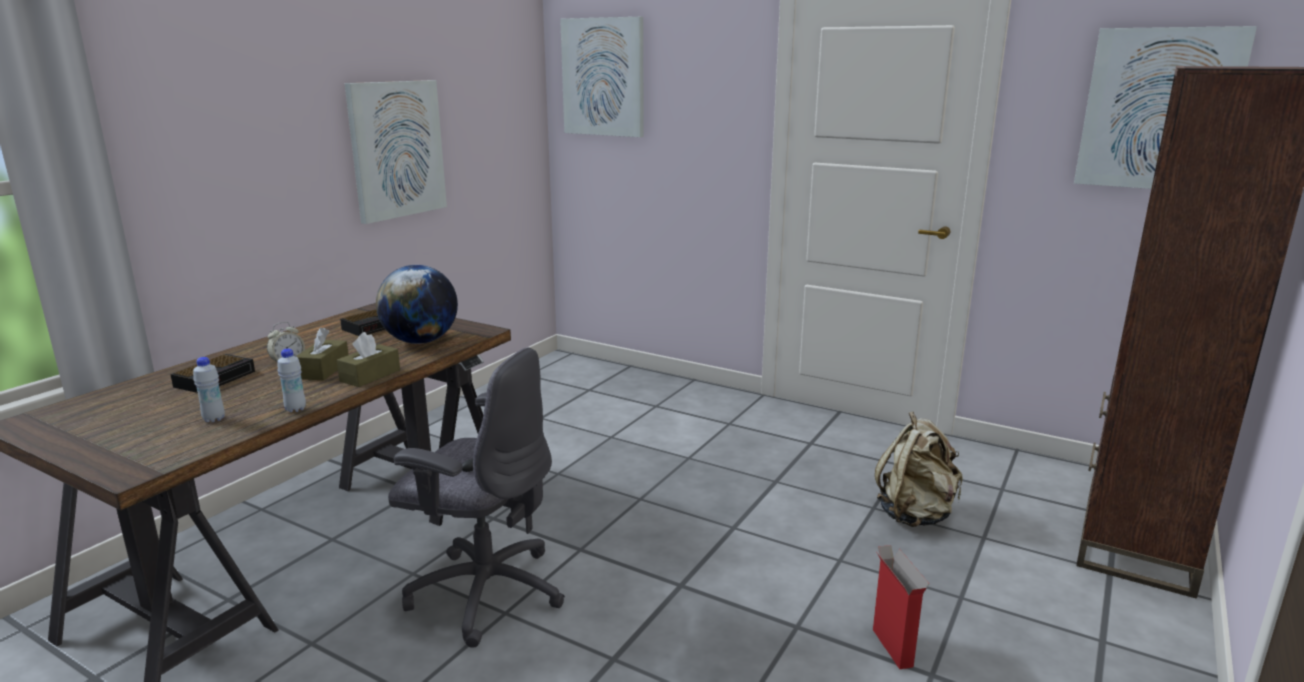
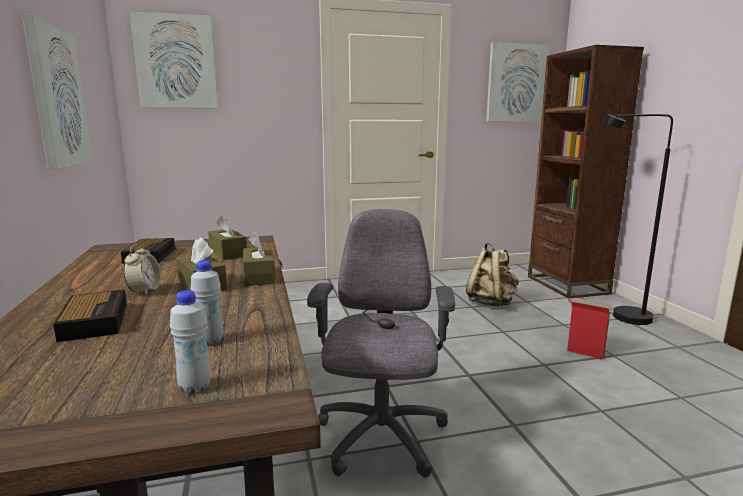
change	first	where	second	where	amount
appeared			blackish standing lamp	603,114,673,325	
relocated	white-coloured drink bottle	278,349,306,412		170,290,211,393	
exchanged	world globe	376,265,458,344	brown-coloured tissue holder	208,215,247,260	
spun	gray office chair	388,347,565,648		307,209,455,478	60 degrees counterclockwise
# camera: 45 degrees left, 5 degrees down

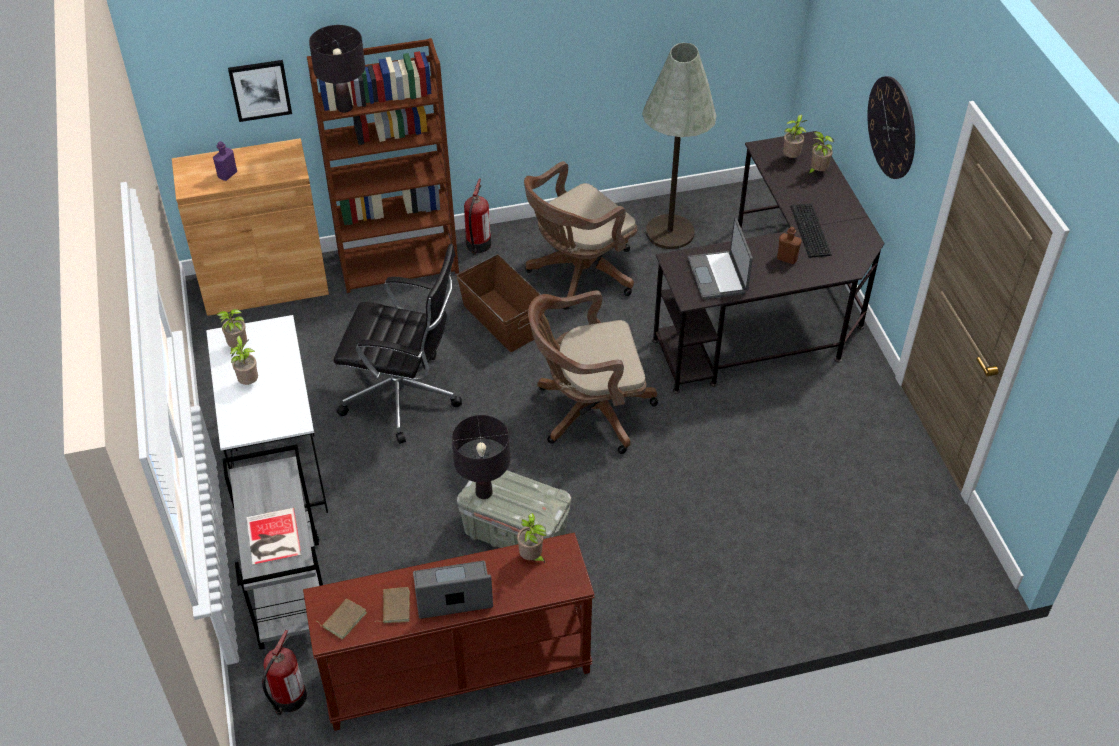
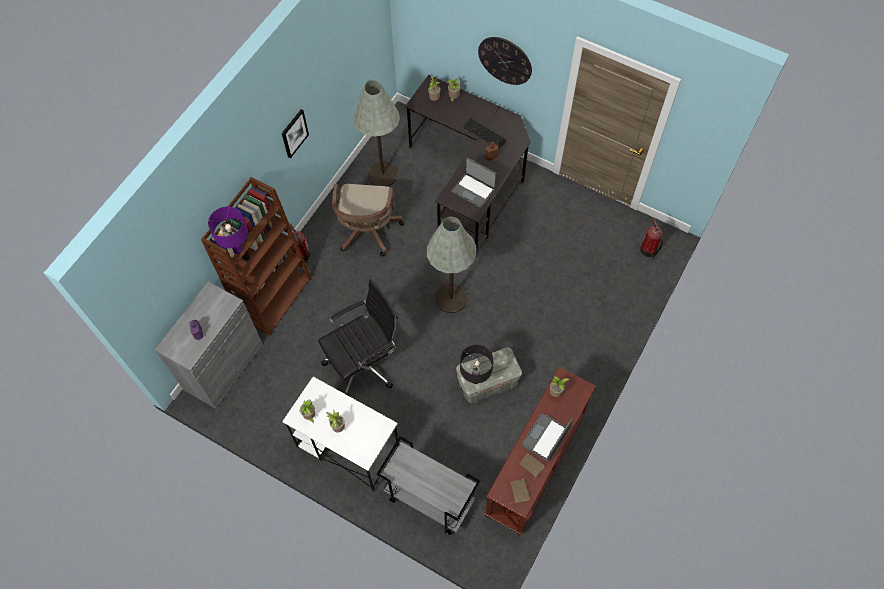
change	first	where	second	where	amount
missing	bound book	246,508,301,566			
missing	brown-coloured storage box	456,254,543,352			
relocated	picture	228,60,292,122		282,109,309,159	
relocated	fire extinguisher	262,630,307,715		640,217,663,259	
exchanged	brown-coloured office chair	528,291,658,454	gray standing lamp	427,217,477,313	
colour	brown-coloured cupboard	172,138,329,316	gray cupboard	155,282,263,409	
colour	blackish table lamp	309,25,365,113	purple-coloured table lamp	208,207,248,254	
# camera: 45 degrees left, 15 degrees up

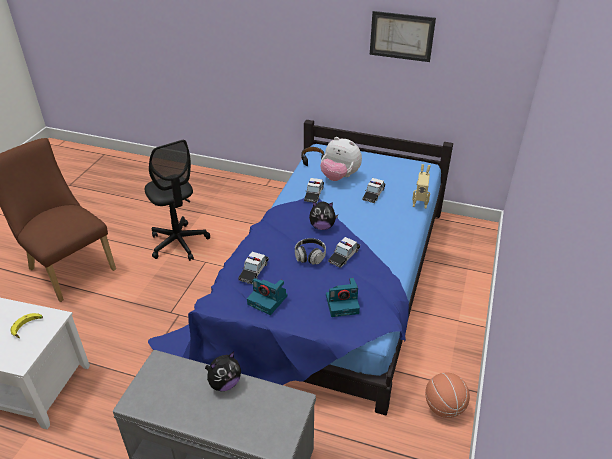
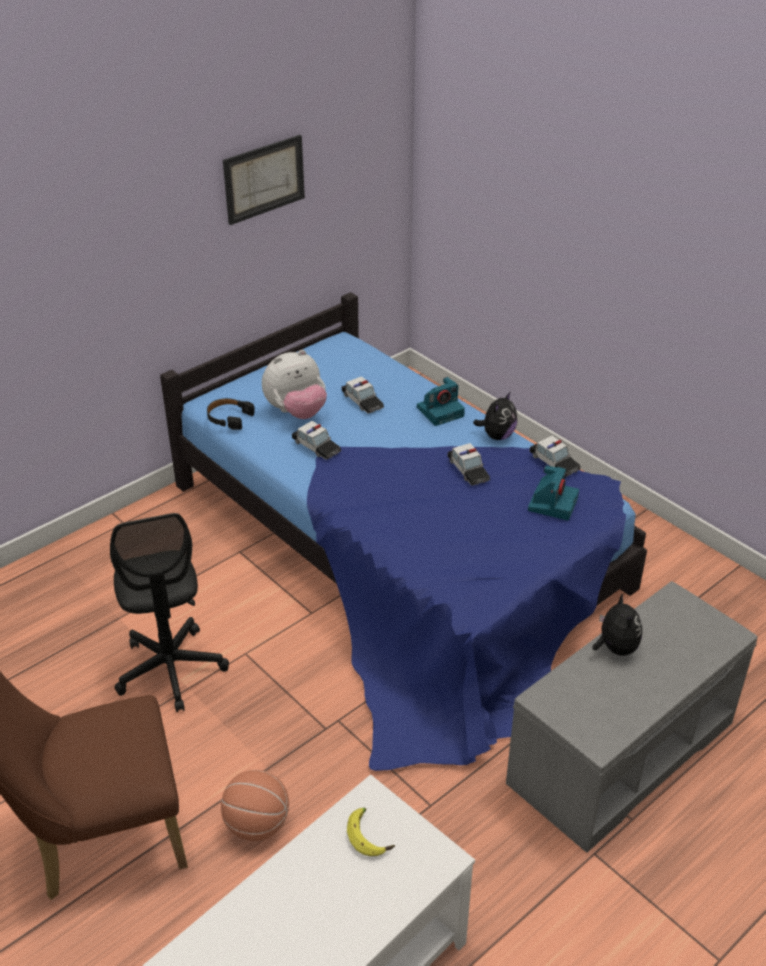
change	first	where	second	where	amount
missing	headphones	295,238,326,265			
missing	model robot	412,164,431,208			
relocated	miniature car	238,252,269,284		529,436,581,477	
relocated	photo camera	247,278,287,315		417,377,465,426	
relocated	soft toy	309,201,338,230		473,391,517,440	
relocated	ball for basketball	425,373,470,418		221,770,289,841	
spun	blackish office chair	145,140,210,261		110,513,229,712	75 degrees clockwise
# camera: 60 degrees left, 0 degrees up

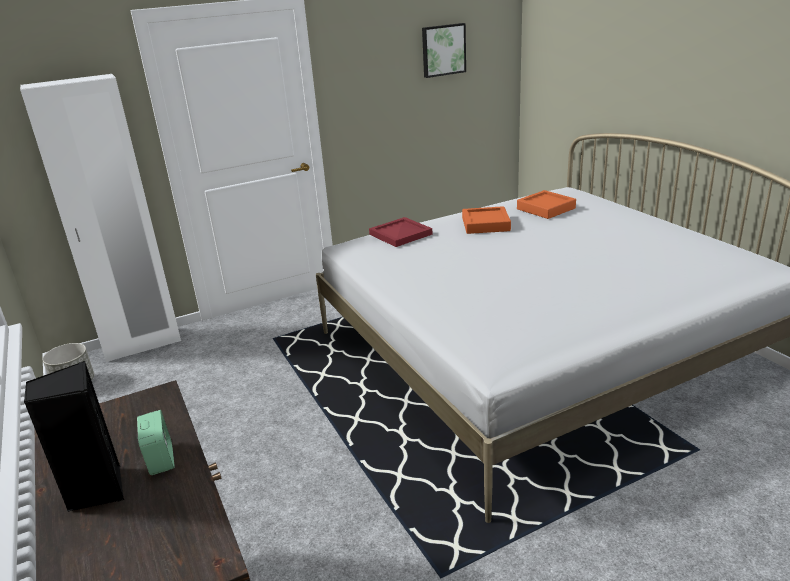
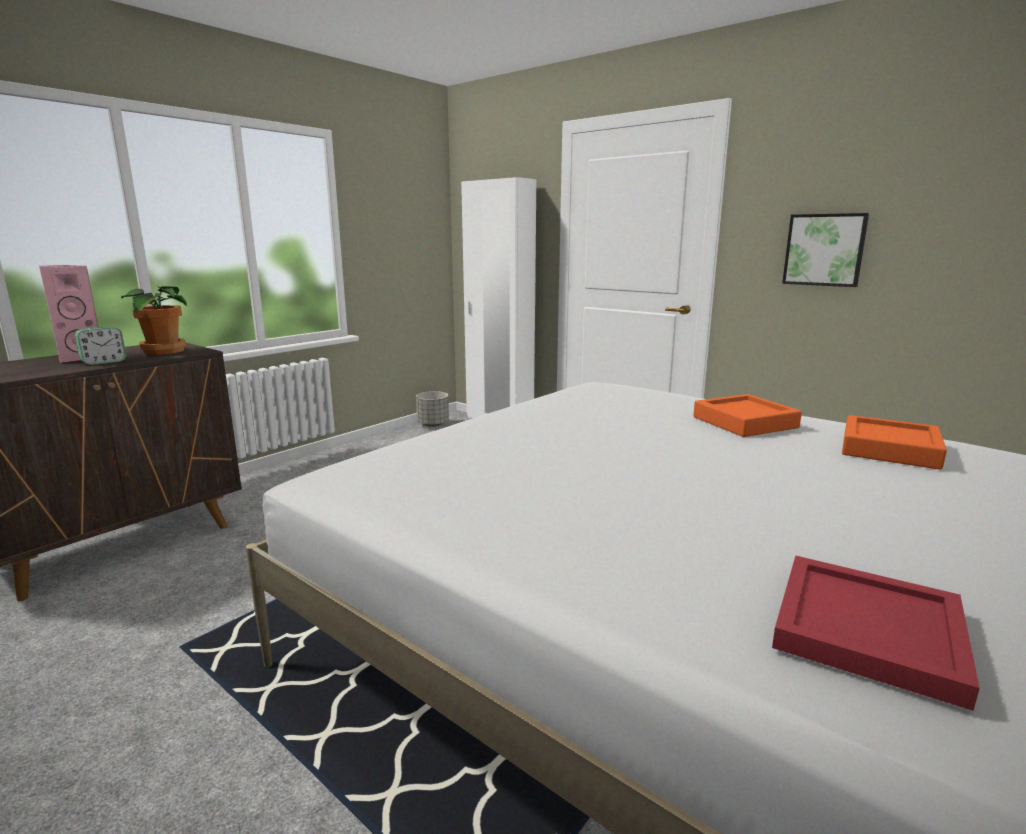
change	first	where	second	where	amount
appeared			houseplant	121,286,187,355	
relocated	red tray	369,217,433,247		772,556,980,711	
relocated	picture	422,23,466,78		782,213,869,287	
colour	blackish loudspeaker	24,361,124,512	pink loudspeaker	39,265,98,363	
# camera: 65 degrees right, 10 degrees down

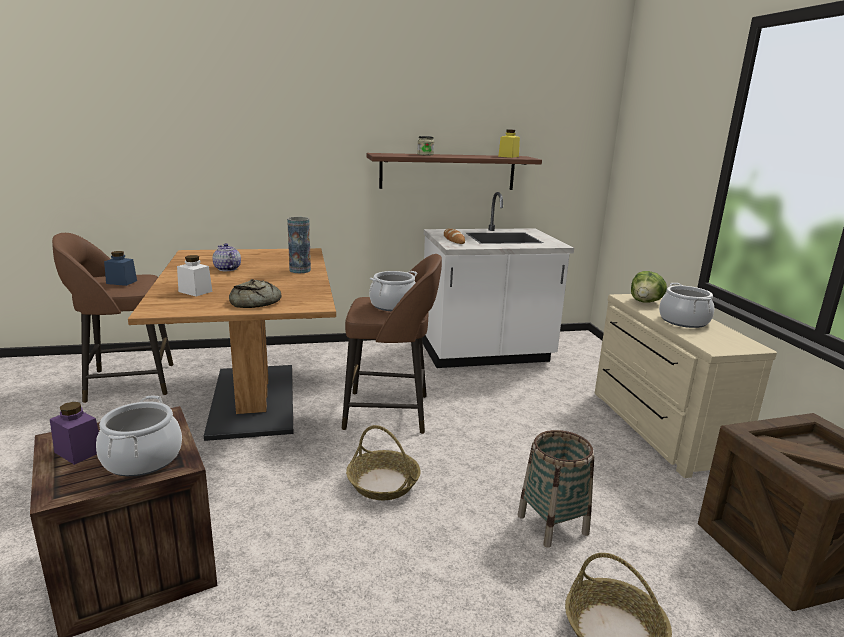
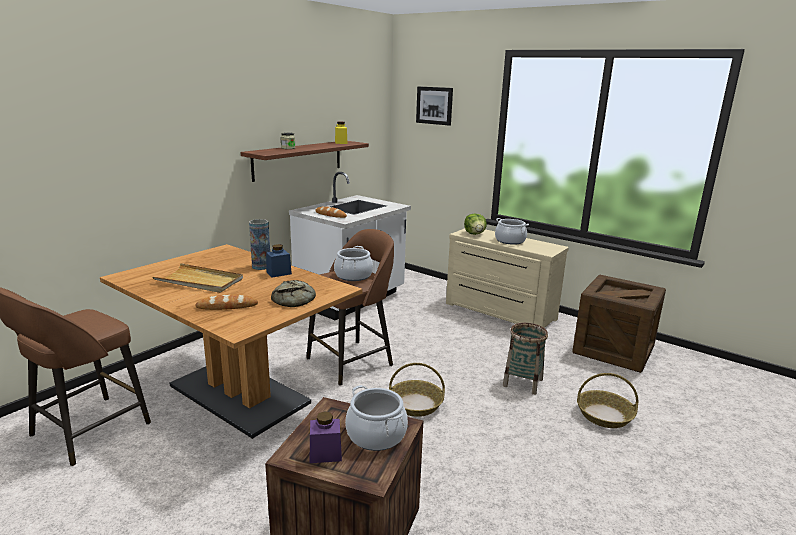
change	first	where	second	where	amount
appeared			picture	416,86,453,126	
relocated	blue-coloured storage jar	104,251,137,286		266,244,292,278	
exchanged	white-coloured storage jar	177,255,212,296	bread	195,294,258,310	
exchanged	teapot	213,243,241,271	beige-coloured tray	153,263,243,293	
# camera: 40 degrees left, 0 degrees up

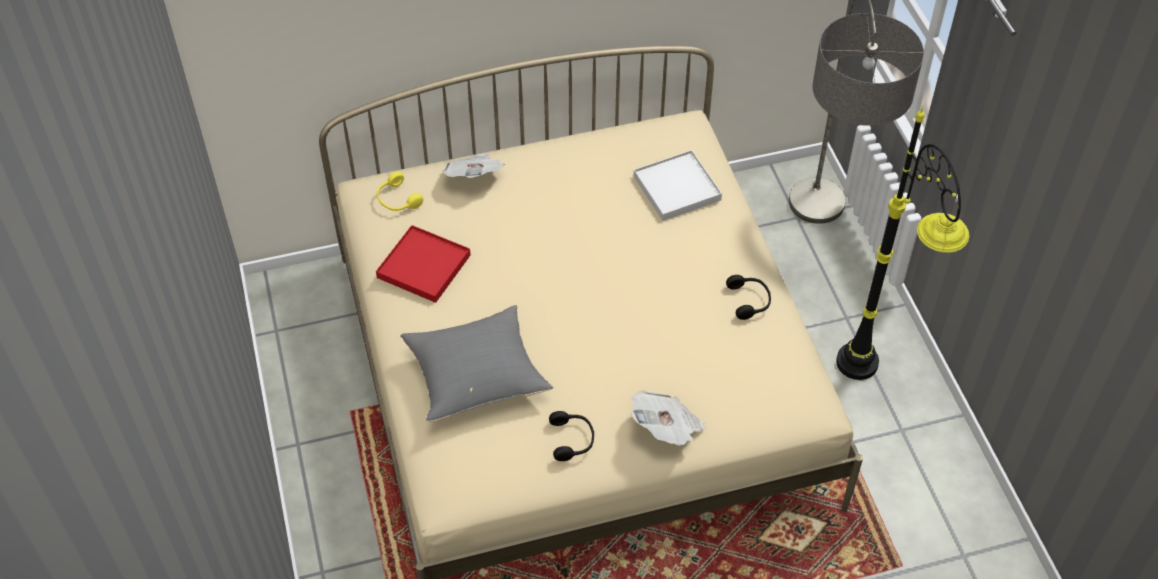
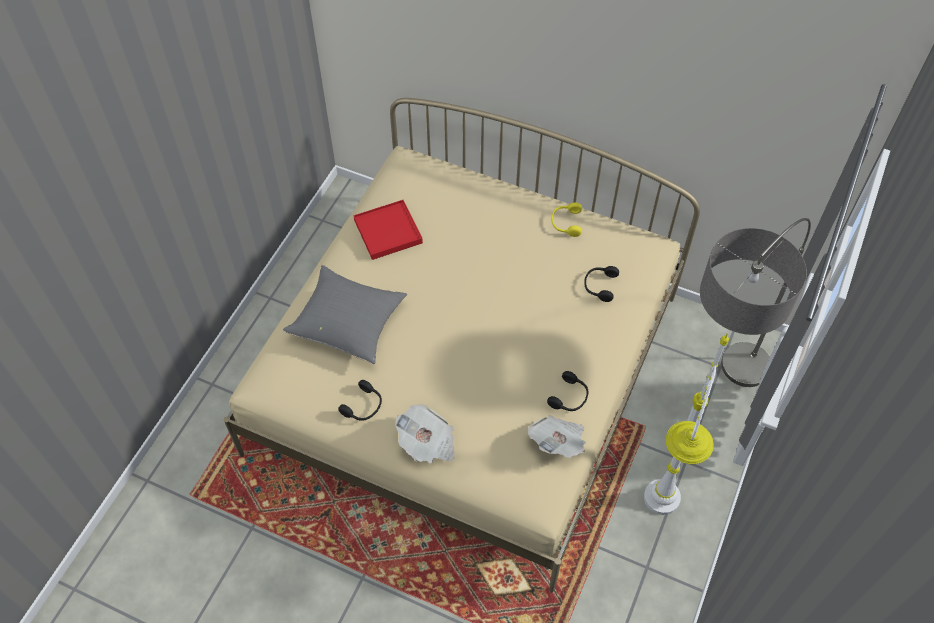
change	first	where	second	where	amount
relocated	yellow headphones	377,171,423,211		551,202,582,237	
relocated	daily paper	442,153,505,178		528,415,586,458	
exchanged	white-coloured tray	634,150,722,221	blackish headphones	584,266,619,302	
colour	blackish standing lamp	836,106,969,380	white-coloured standing lamp	644,333,729,515	
# camera: 40 degrees right, 5 degrees up

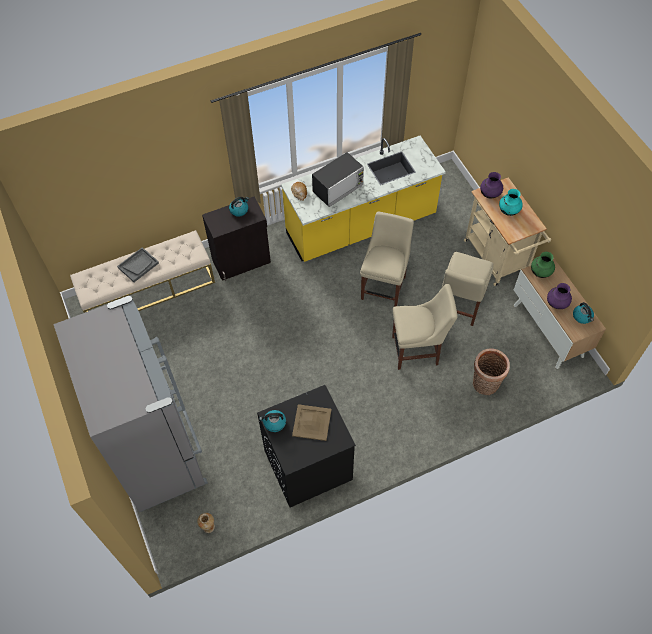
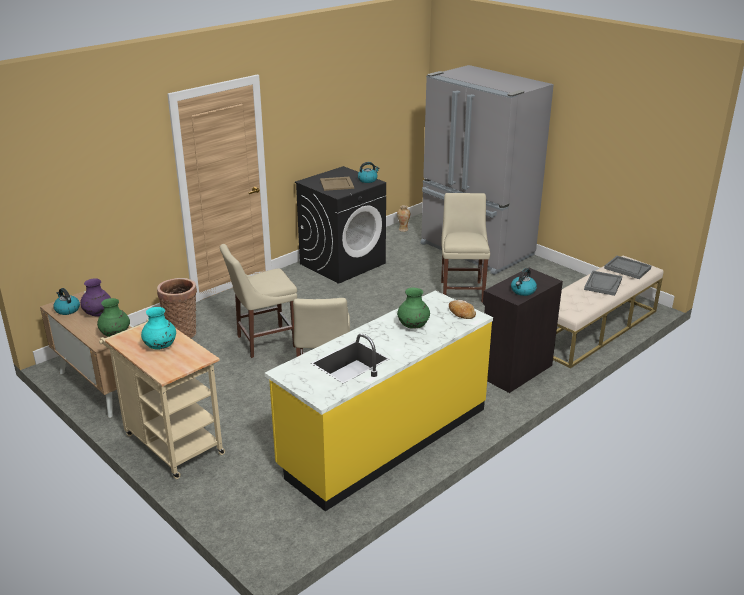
change	first	where	second	where	amount
missing	purple-coloured vase	480,172,503,199			
appeared			gray tray	604,256,651,279	
relocated	beige-coloured upright chair	442,252,493,326		441,193,490,303	
exchanged	microwave oven	312,152,364,207	greenish vase	397,288,430,329	
# camera: 160 degrees right, 30 degrees down

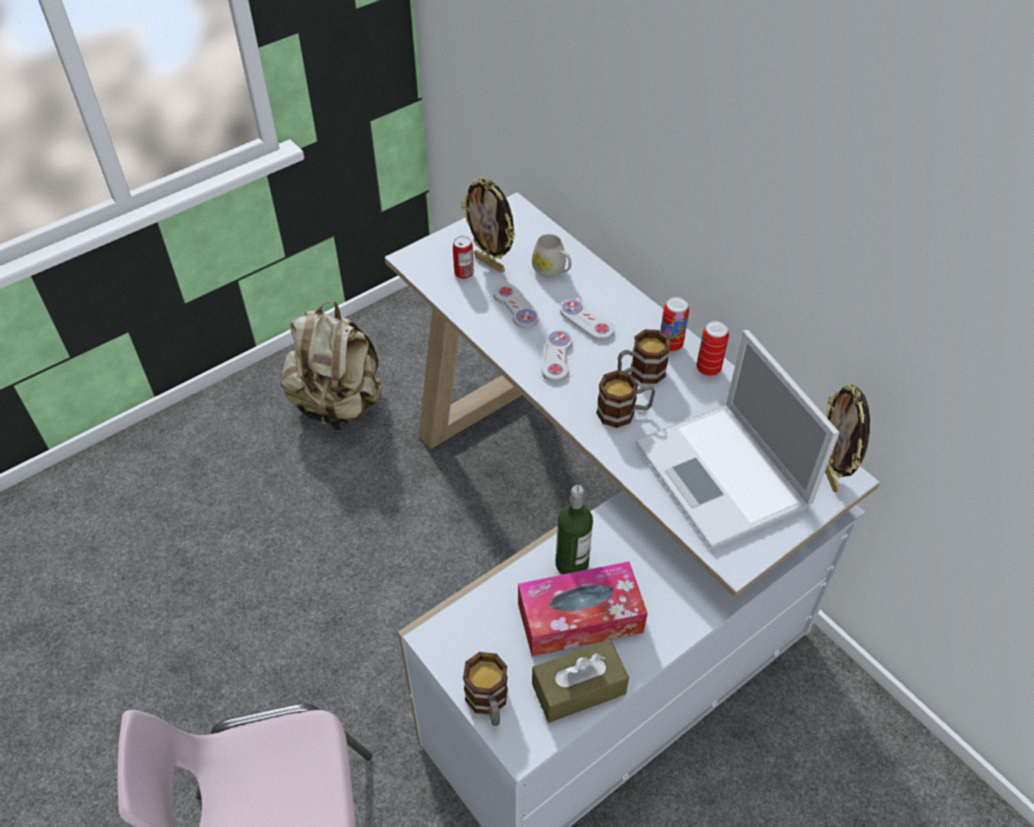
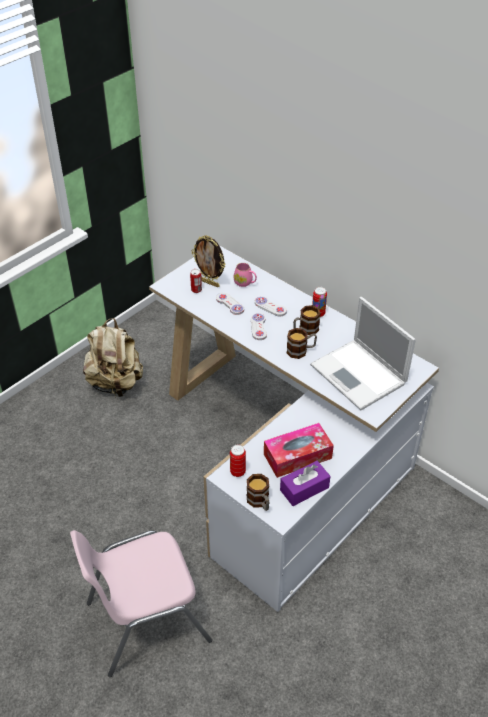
change	first	where	second	where	amount
missing	drink bottle	555,485,593,575			
missing	photo frame	825,383,870,493			
relocated	can	696,321,729,376		230,444,246,477	
colour	white-coloured tea mug	532,234,571,277	pink tea mug	234,263,257,287	
colour	brown-coloured tissue holder	532,639,629,723	purple-coloured tissue holder	280,461,330,506	
# camera: 10 degrees left, 5 degrees down

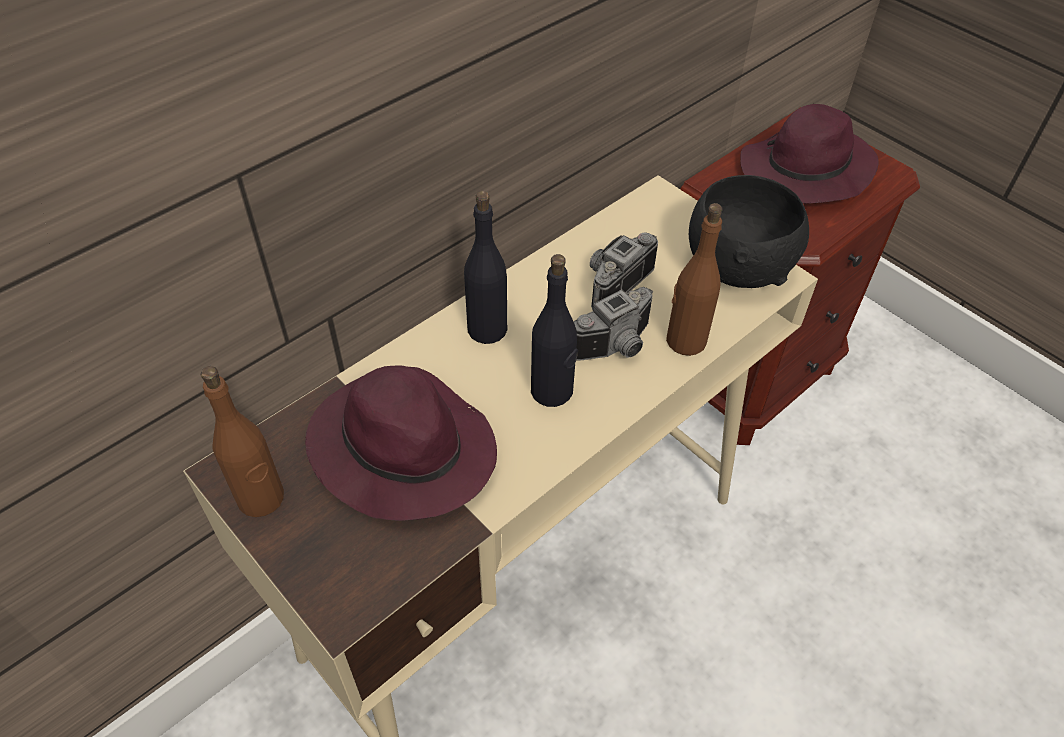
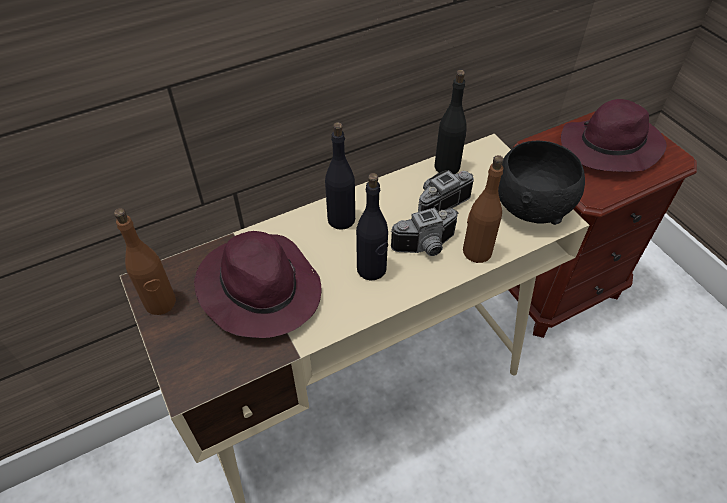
change	first	where	second	where	amount
appeared			blackish drink bottle	435,70,467,174	
# camera: 15 degrees right, 0 degrees up

